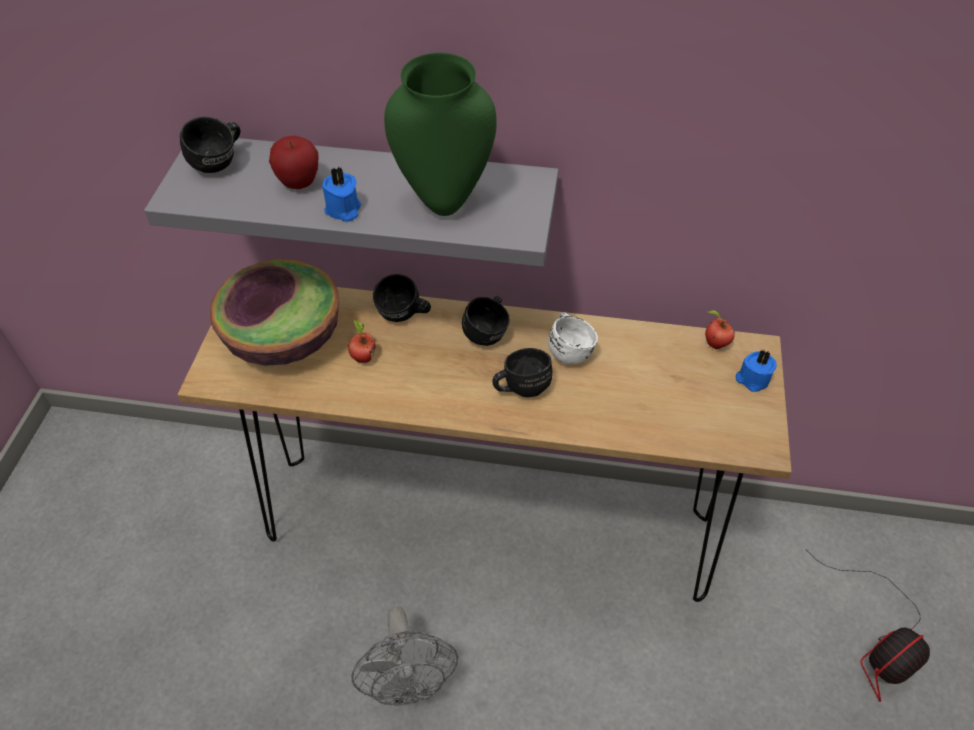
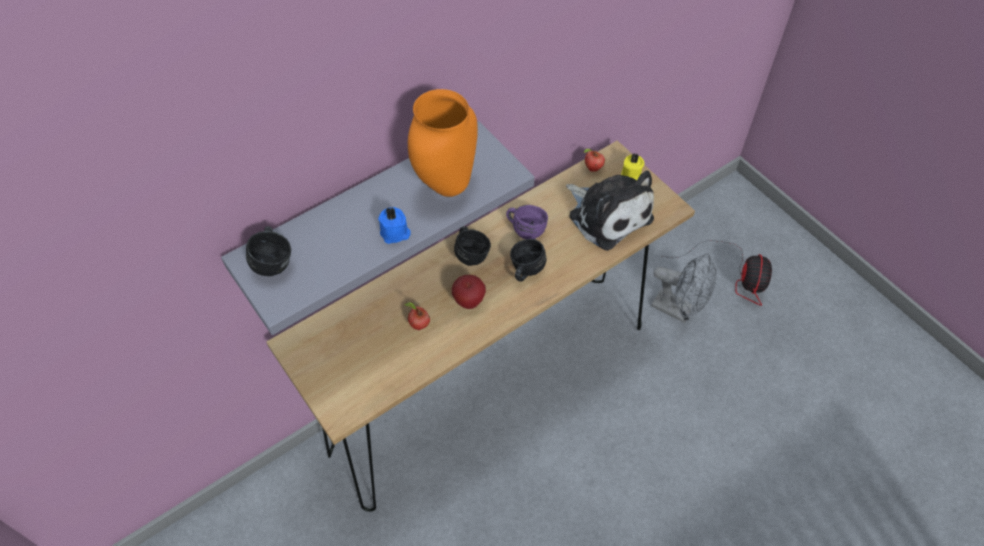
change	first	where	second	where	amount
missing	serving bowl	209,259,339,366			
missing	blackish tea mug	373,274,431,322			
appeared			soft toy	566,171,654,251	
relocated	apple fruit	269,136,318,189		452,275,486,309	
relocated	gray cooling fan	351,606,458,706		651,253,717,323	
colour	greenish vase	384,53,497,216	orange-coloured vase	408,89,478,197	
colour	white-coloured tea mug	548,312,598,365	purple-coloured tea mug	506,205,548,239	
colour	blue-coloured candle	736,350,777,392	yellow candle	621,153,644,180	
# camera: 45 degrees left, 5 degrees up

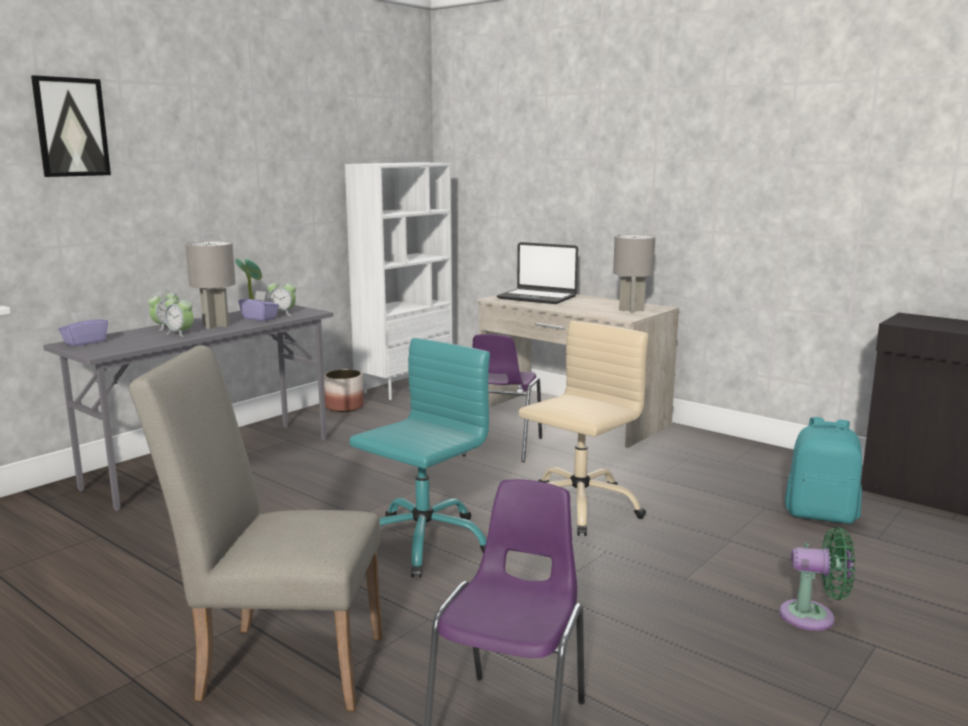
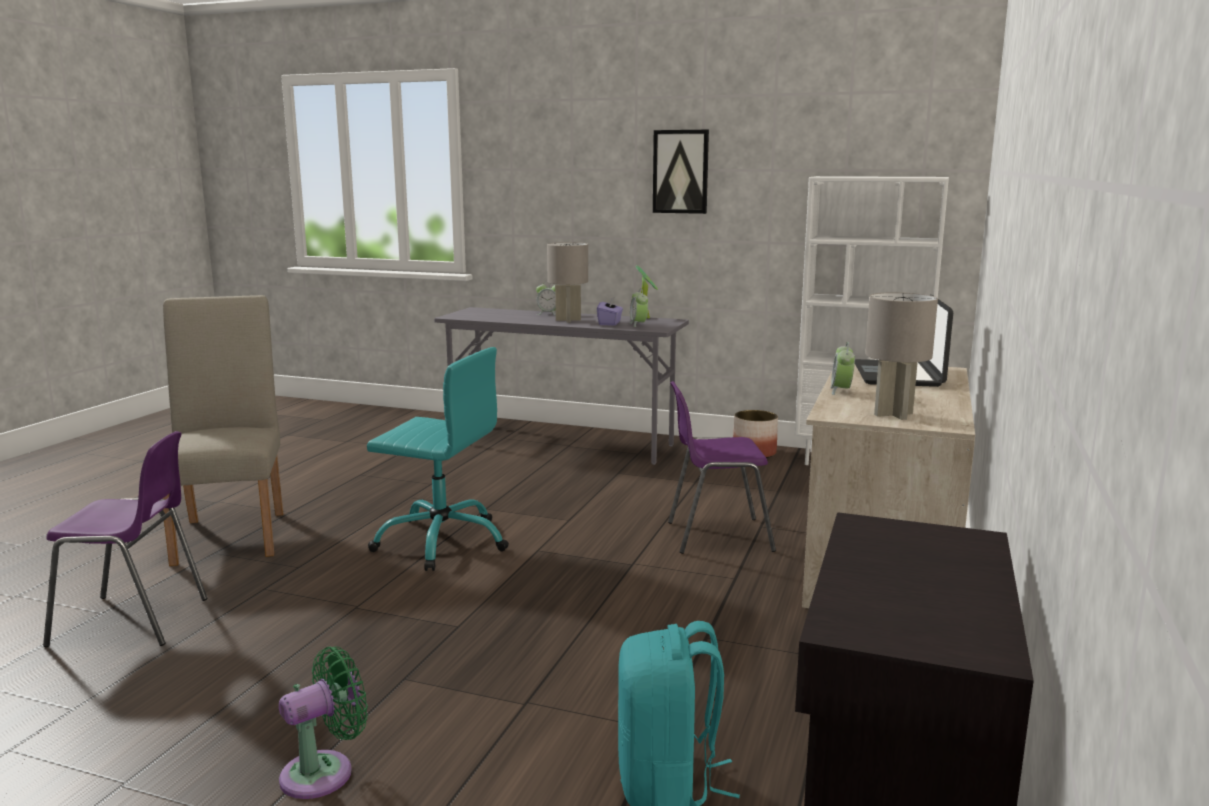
change	first	where	second	where	amount
missing	purple-coloured tissue holder	58,310,108,346			
missing	beige-coloured office chair	518,321,648,536			
relocated	picture	31,75,111,177		653,130,709,214	
relocated	alarm clock	164,294,194,337		830,342,855,395	
spun	greenish cooling fan	779,527,855,631		279,646,368,799	120 degrees counterclockwise
# camera: 70 degrees right, 0 degrees up

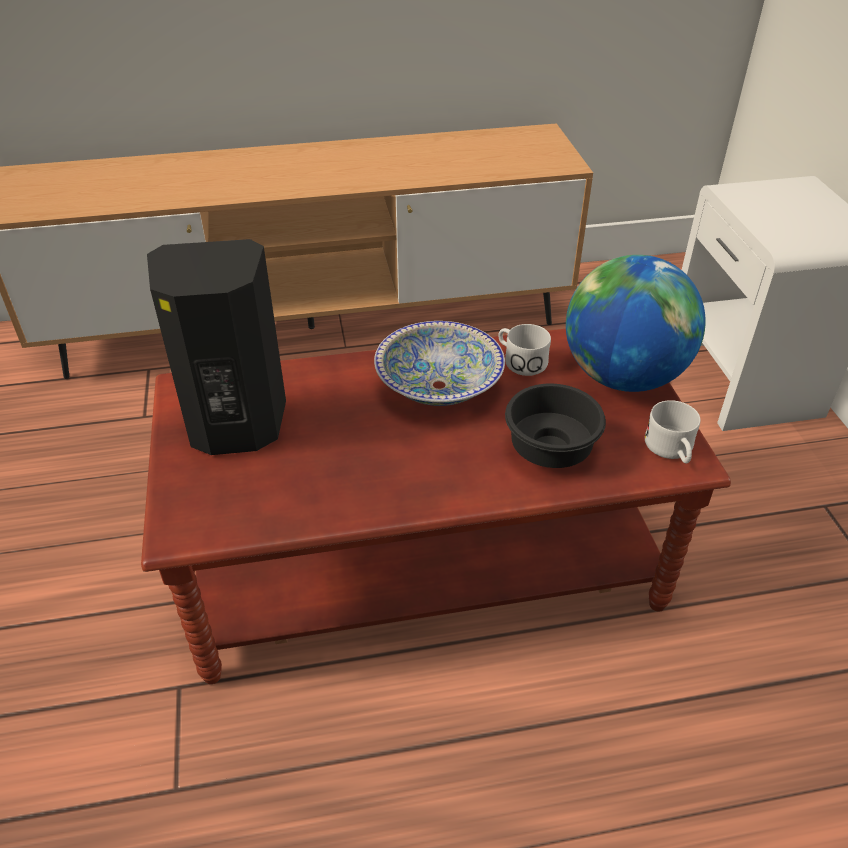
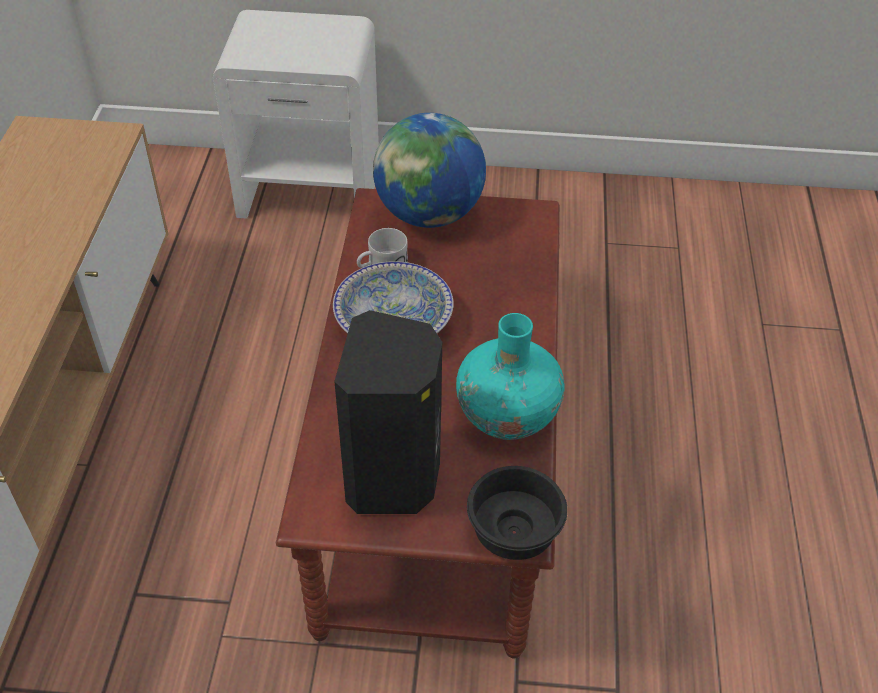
change	first	where	second	where	amount
missing	white-coloured tea mug	645,400,700,464			
appeared			blue-green vase	456,313,565,440	
relocated	blackish serving bowl	505,384,606,468		467,466,567,560	
# camera: 75 degrees left, 5 degrees up

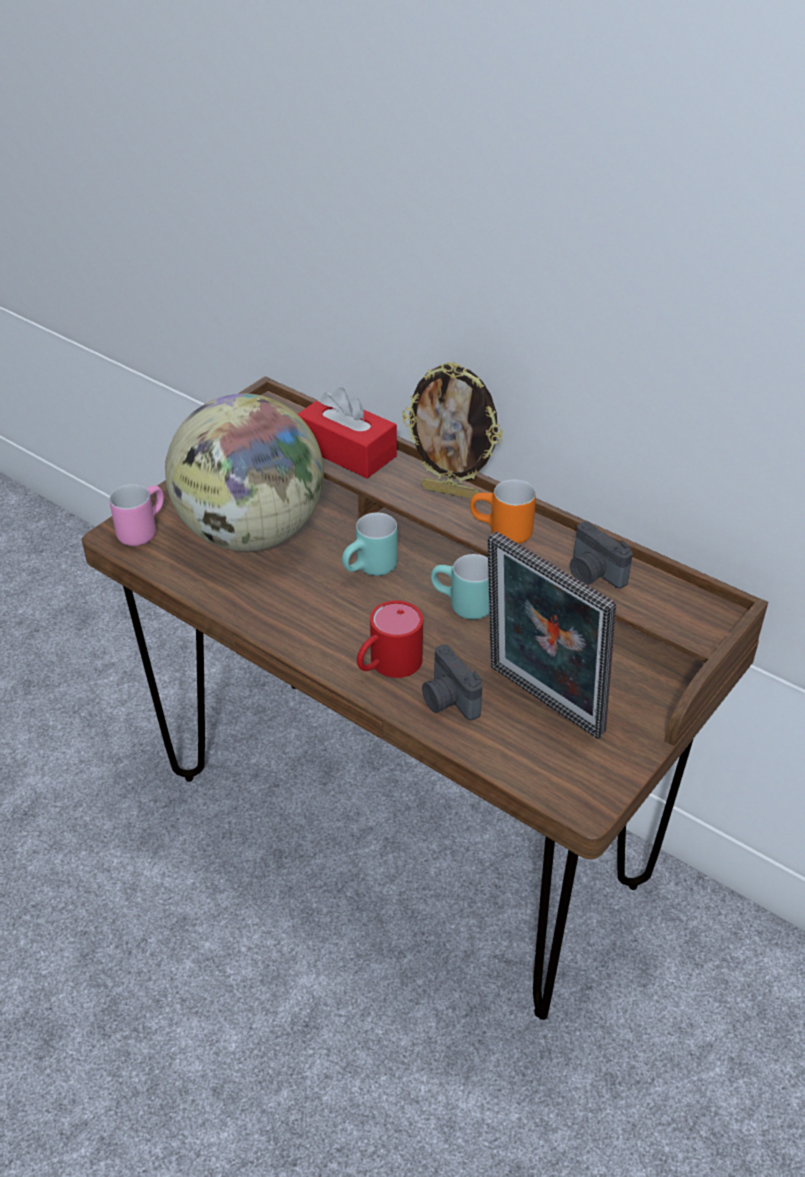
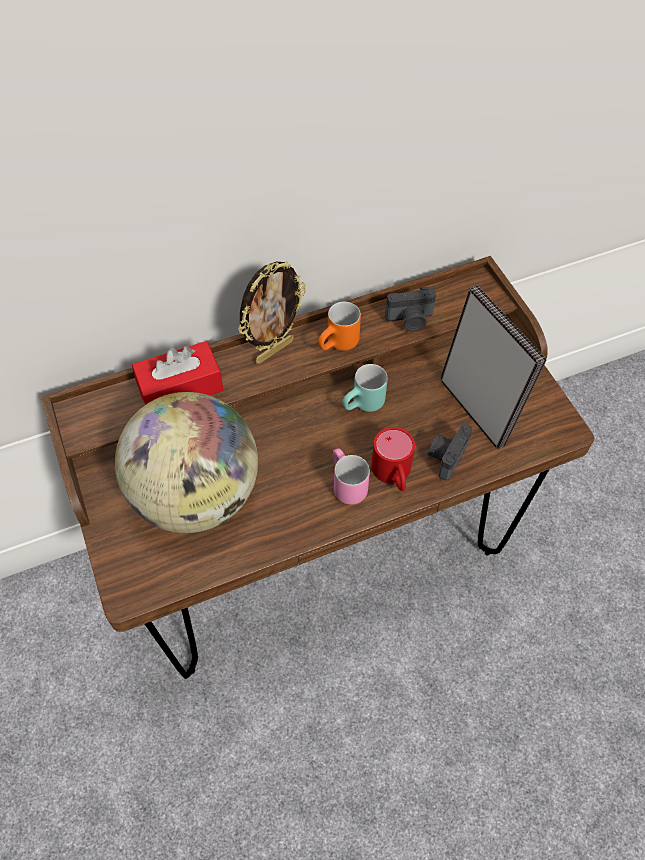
change	first	where	second	where	amount
missing	blue-green tea mug	342,513,398,576			
relocated	pink tea mug	109,484,164,546		333,448,370,505	
spun	photo camera	422,644,482,721		428,423,472,481	120 degrees clockwise
spun	photo frame	487,531,616,739		440,285,547,450	105 degrees counterclockwise
# camera: 60 degrees left, 15 degrees up

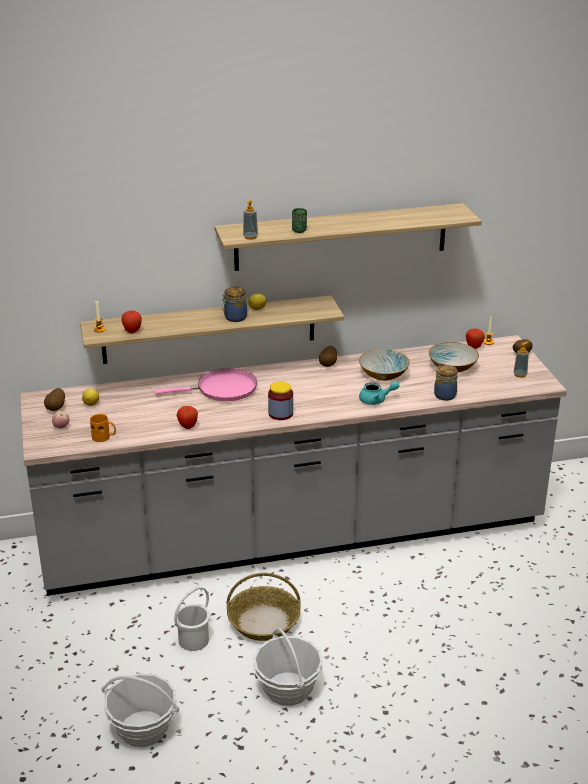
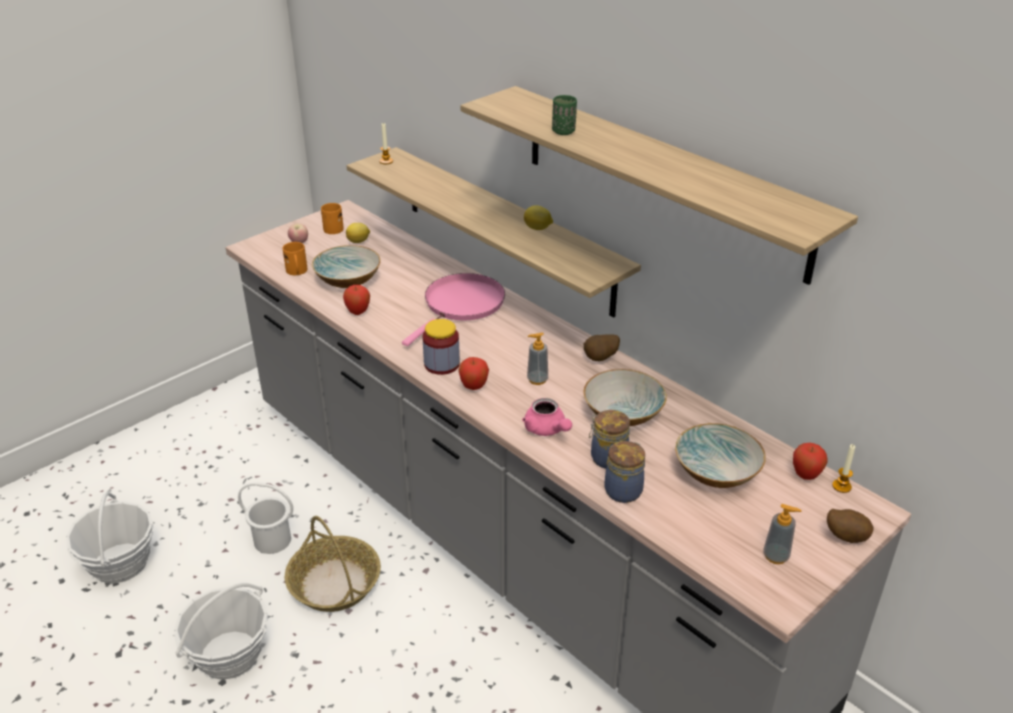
change	first	where	second	where	amount
appeared			serving bowl	312,245,381,288	
relocated	apple fruit	121,310,142,333		458,357,489,390	
relocated	storage jar	222,286,247,322		589,410,630,469	
relocated	soap bottle	243,199,258,240		527,333,548,385	
exchanged	whole potato	44,388,65,411	orange-coloured tea mug	321,203,344,234	
colour	blue-green teapot	359,381,400,405	pink teapot	522,398,572,436	
spun	pink frying pan	154,368,257,401		402,273,505,346	105 degrees counterclockwise
# camera: 60 degrees right, 5 degrees up

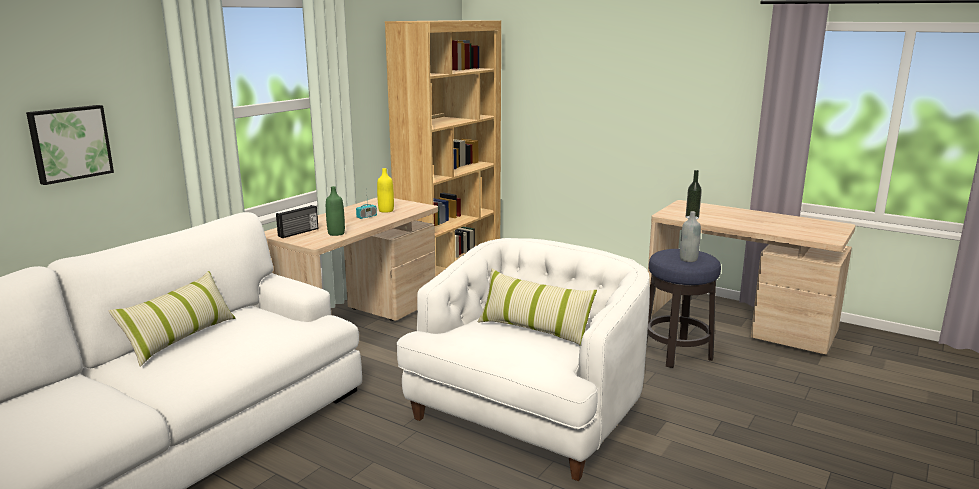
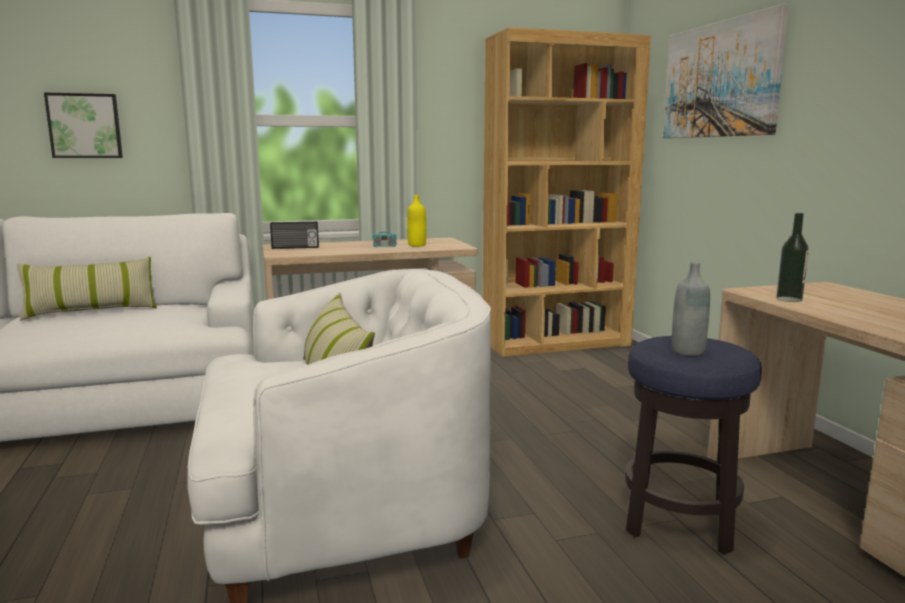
change	first	where	second	where	amount
missing	greenish drink bottle	326,186,345,236			
appeared			picture	663,4,789,138	
# camera: 40 degrees right, 5 degrees down

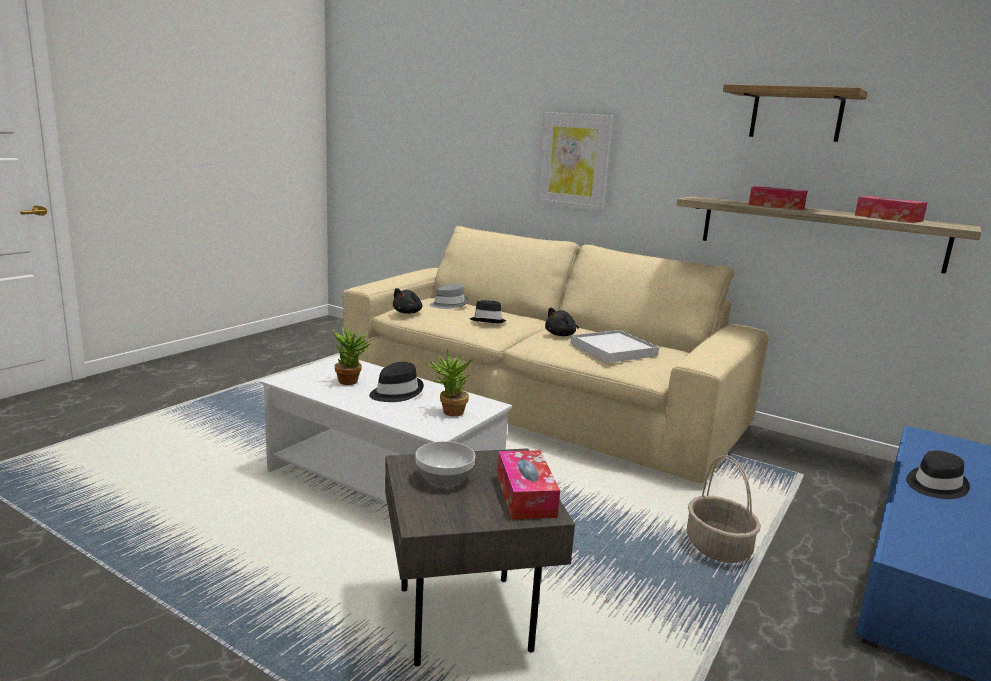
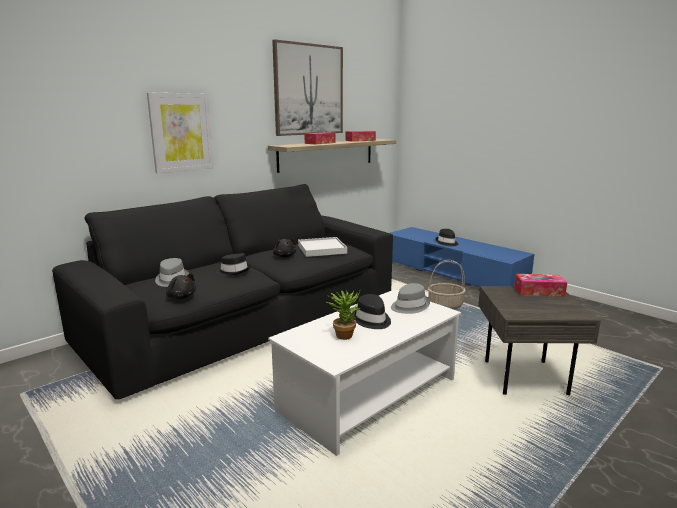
change	first	where	second	where	amount
missing	serving bowl	415,441,475,487			
exchanged	houseplant	426,349,473,416	gray wearable hat	391,283,430,314	
exchanged	shelf	723,84,868,142	picture	272,39,343,136	
colour	beige-coloured couch	343,226,769,483	blackish couch	52,184,393,400	
# camera: 75 degrees left, 0 degrees up

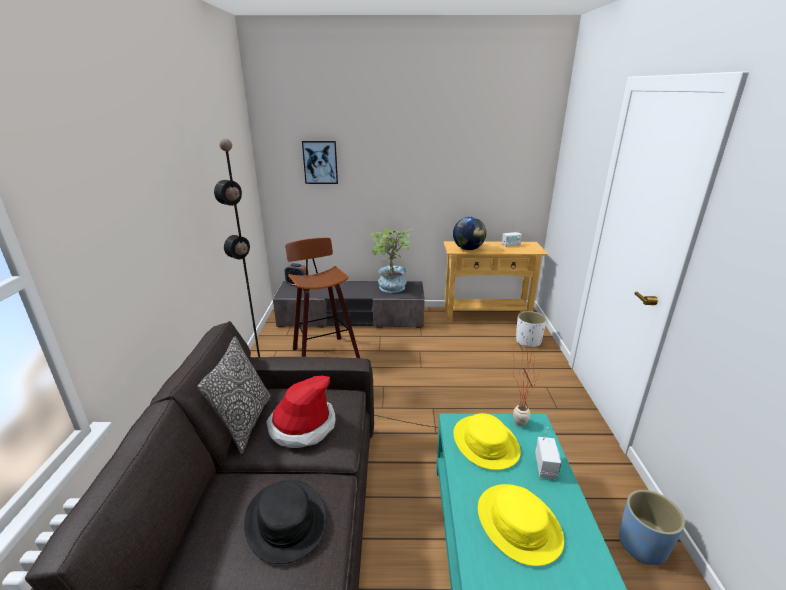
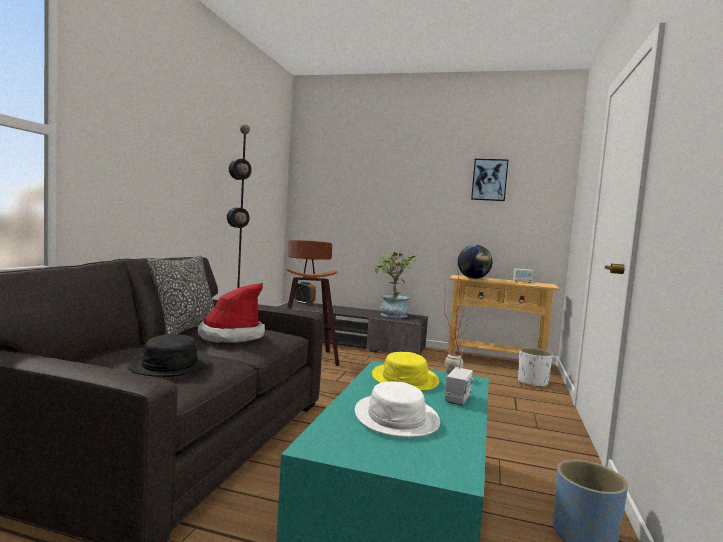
change	first	where	second	where	amount
relocated	picture	302,141,338,184		471,159,509,201	
colour	yellow wearable hat	478,484,564,566	white-coloured wearable hat	355,382,440,437	
# camera: 15 degrees right, 20 degrees down

